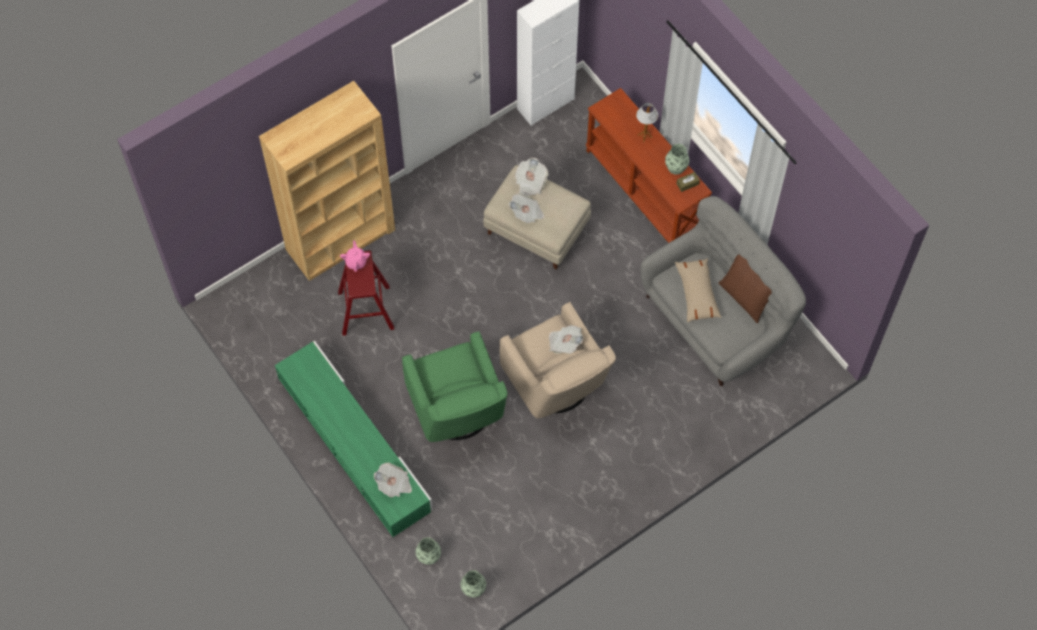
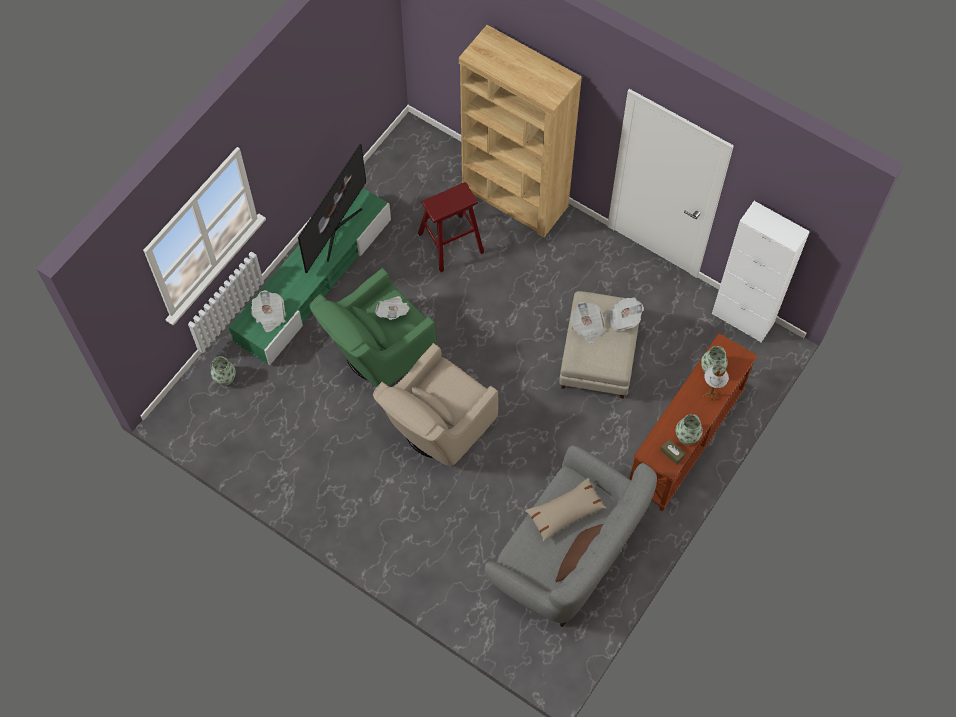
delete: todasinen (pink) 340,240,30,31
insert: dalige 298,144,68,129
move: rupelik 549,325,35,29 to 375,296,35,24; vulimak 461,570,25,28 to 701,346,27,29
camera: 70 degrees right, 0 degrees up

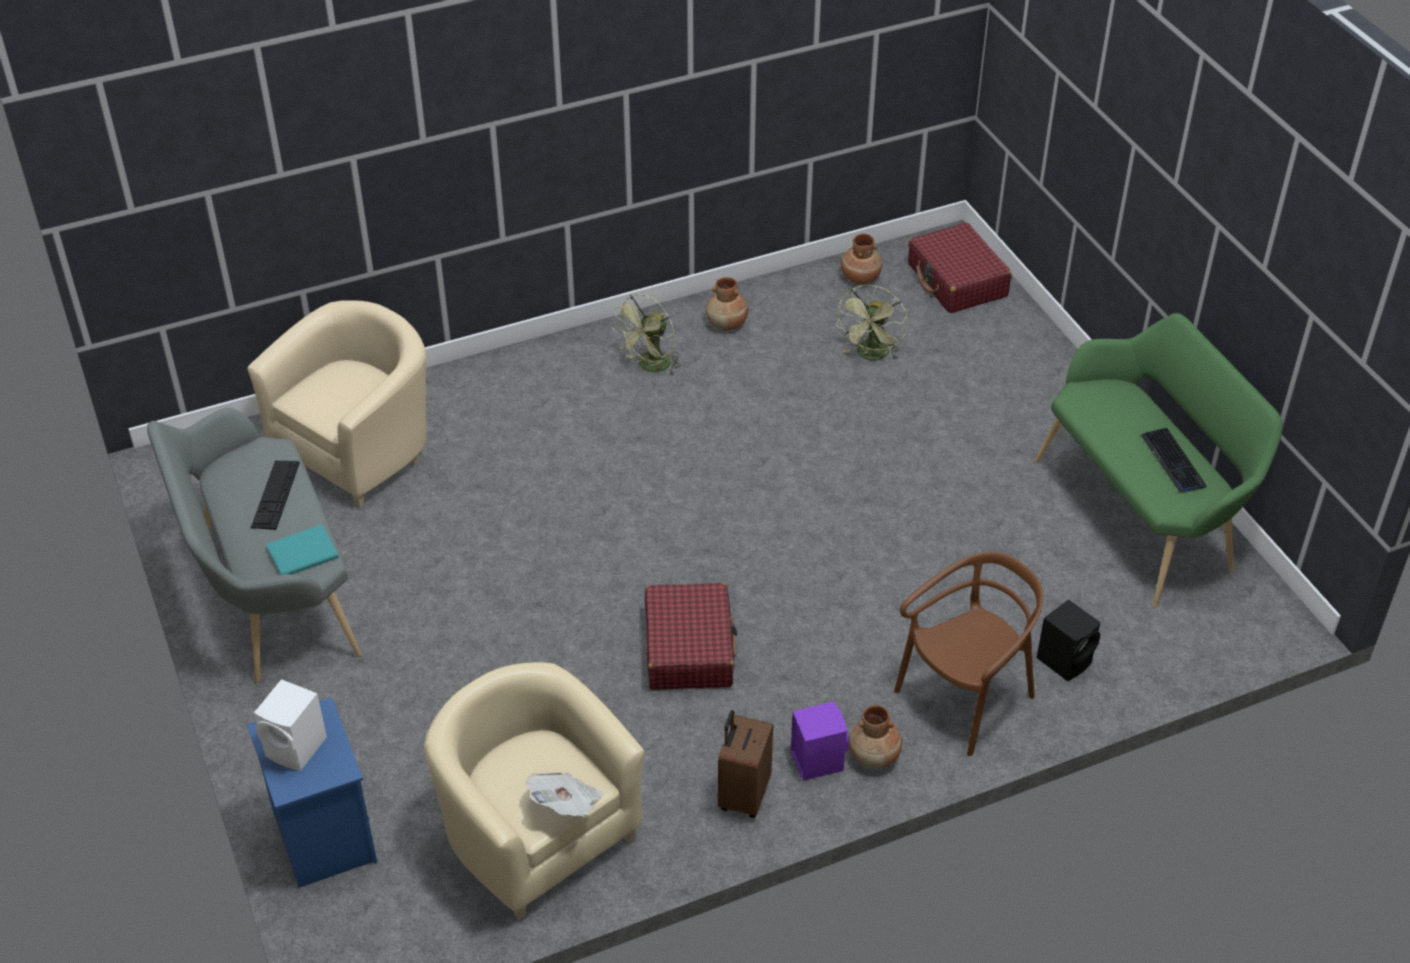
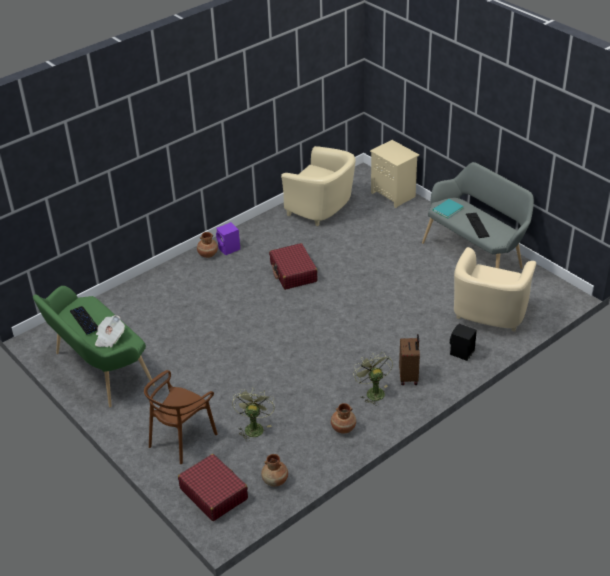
delete: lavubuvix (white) 254,679,73,92
move: rupelik 526,772,77,44 to 95,315,30,32; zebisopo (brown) 894,552,149,204 to 144,370,74,94; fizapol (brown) 718,710,55,108 to 399,334,21,51; lavubuvix (black) 1037,599,63,82 to 450,324,27,37
recolor: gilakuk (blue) 247,697,130,191 to gilakuk (beige) 370,140,49,68
rotate: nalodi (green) 612,294,69,81 = 353,352,40,52 45 degrees counterclockwise
camera: 165 degrees right, 5 degrees down

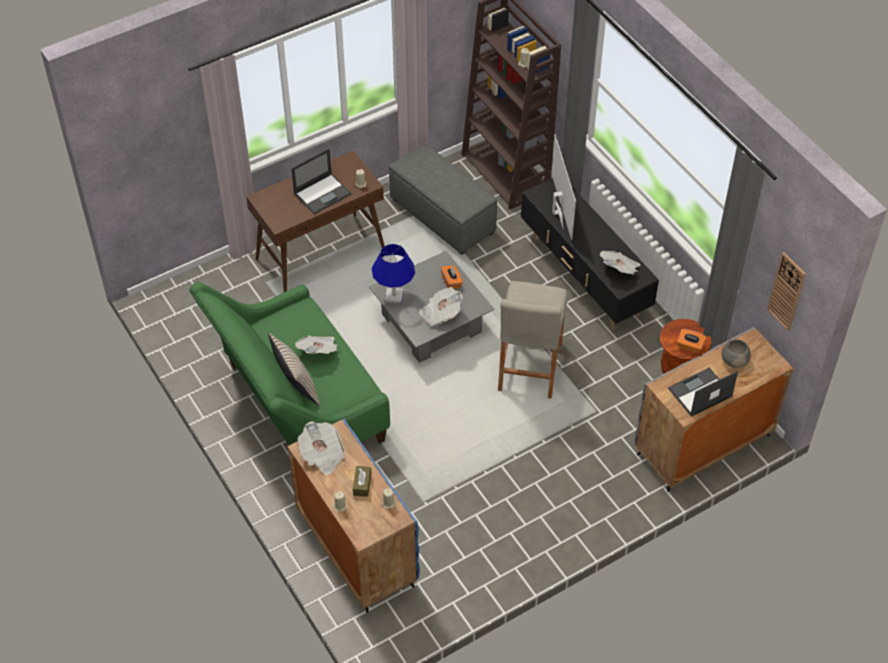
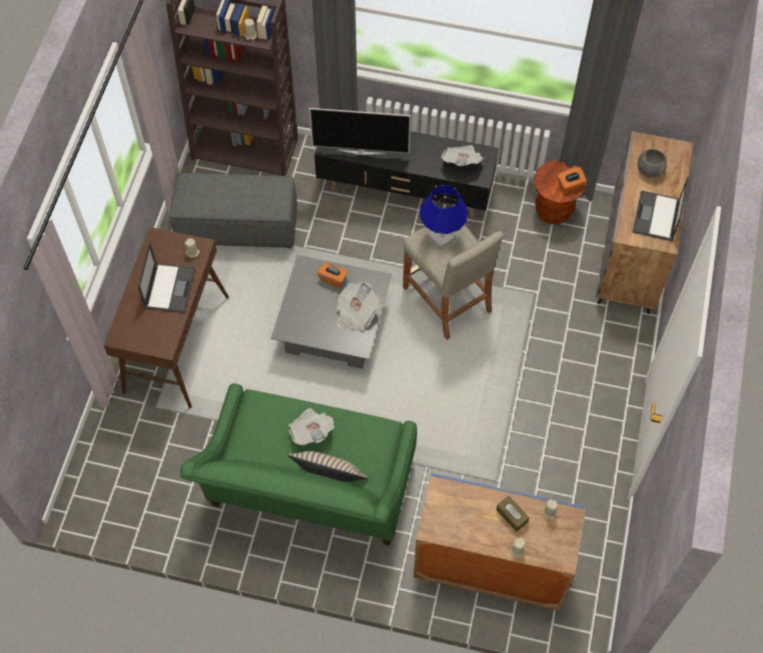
delete: rupelik 298,421,48,54; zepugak 767,252,39,79
move: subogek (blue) 372,244,43,60 to 420,185,48,63
rotate: dalige 551,134,25,106 = 309,108,102,47 150 degrees clockwise
camera: 45 degrees left, 10 degrees up

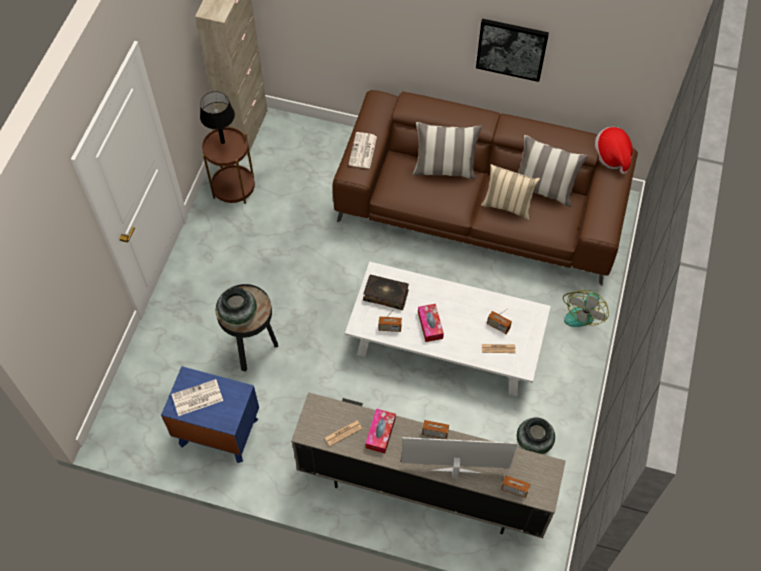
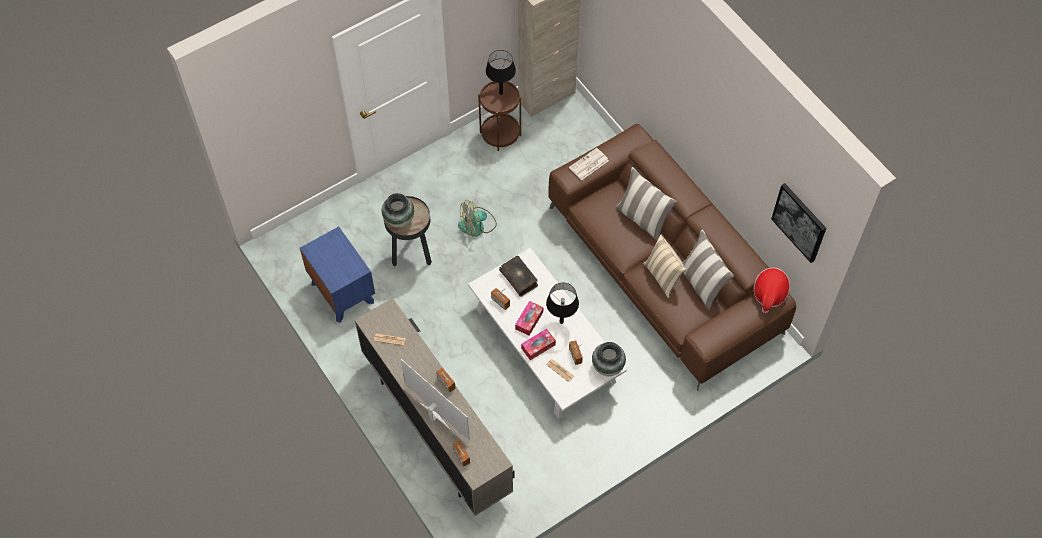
delete: rupelik 171,379,52,37
insert: subogek (black) 546,283,33,41
move: nalodi 563,290,46,37 to 458,200,39,36; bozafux 365,409,31,44 to 521,329,35,31; vulimak 517,417,38,38 to 592,342,34,34; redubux 476,19,73,63 to 771,183,55,80
camera: 40 degrees right, 0 degrees up

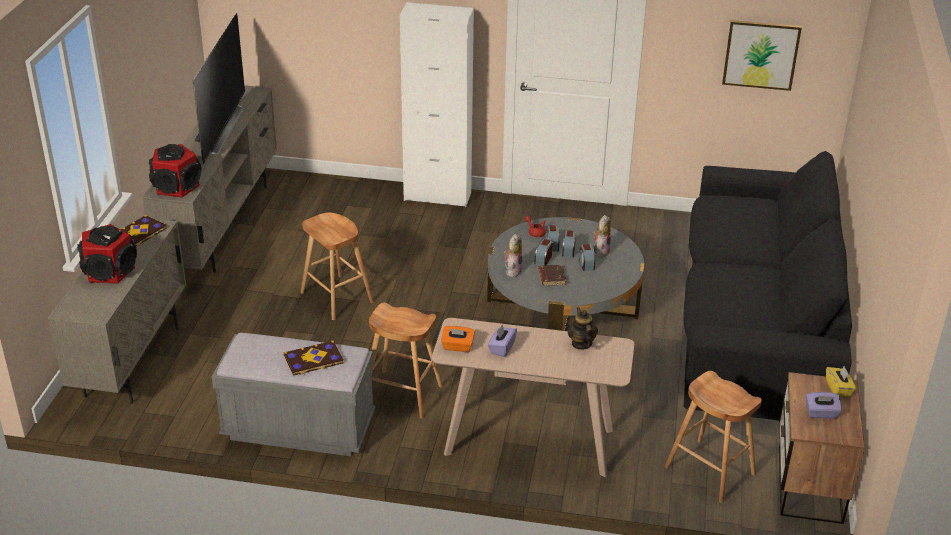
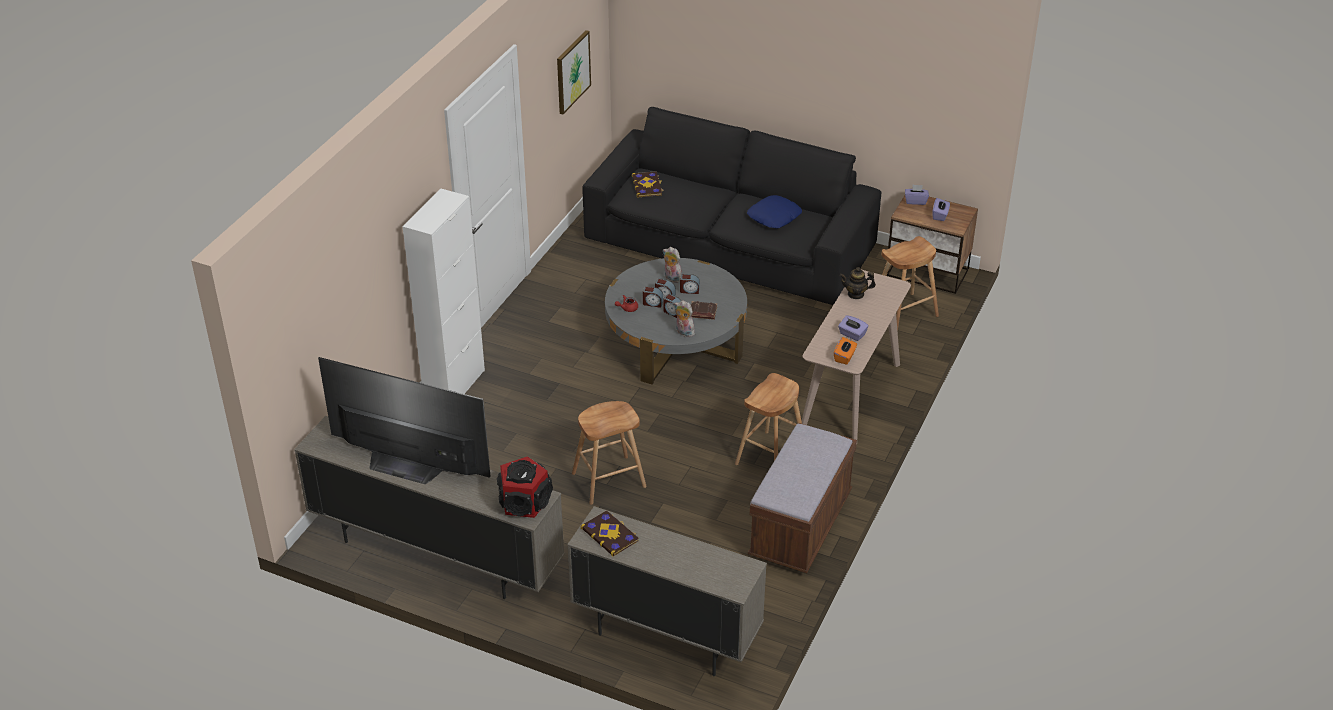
delete: lavubuvix 77,224,60,60
insert: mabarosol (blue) 747,195,55,34
move: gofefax 284,341,60,35 to 632,171,32,26
recolor: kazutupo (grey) 212,333,163,123 to kazutupo (brown) 748,423,109,150; bozafux (yellow) 826,366,30,32 to bozafux (purple) 905,185,24,20
camera: 75 degrees left, 5 degrees up

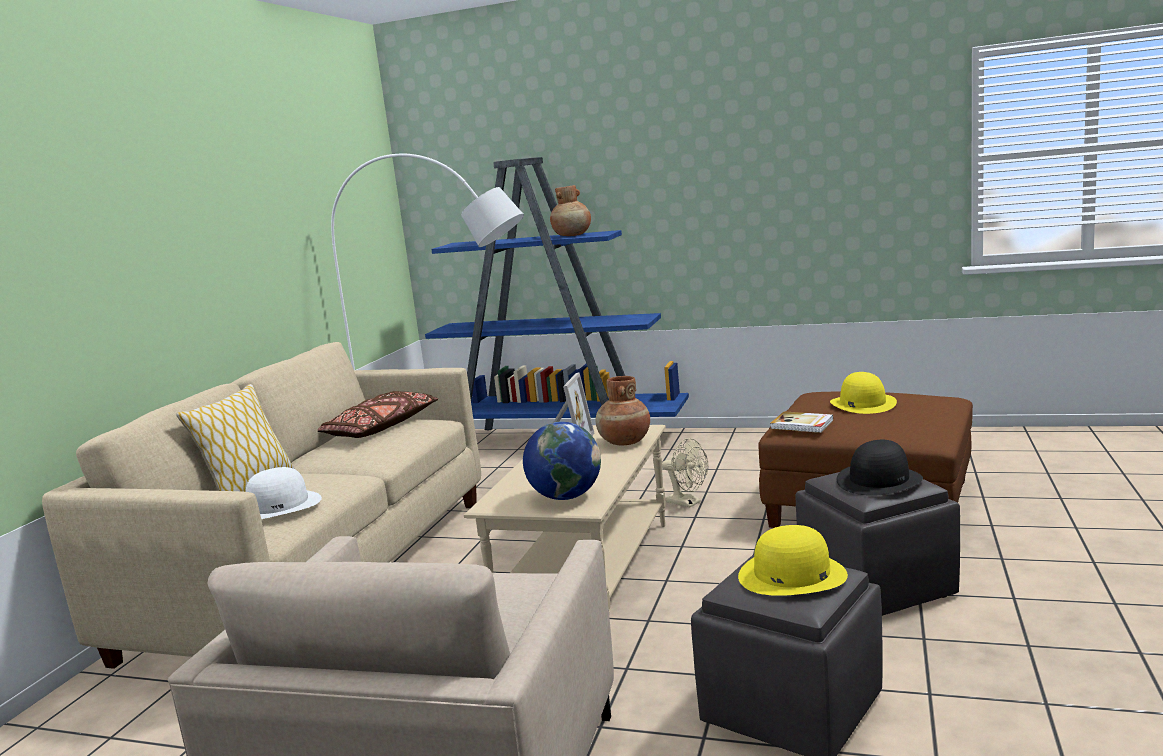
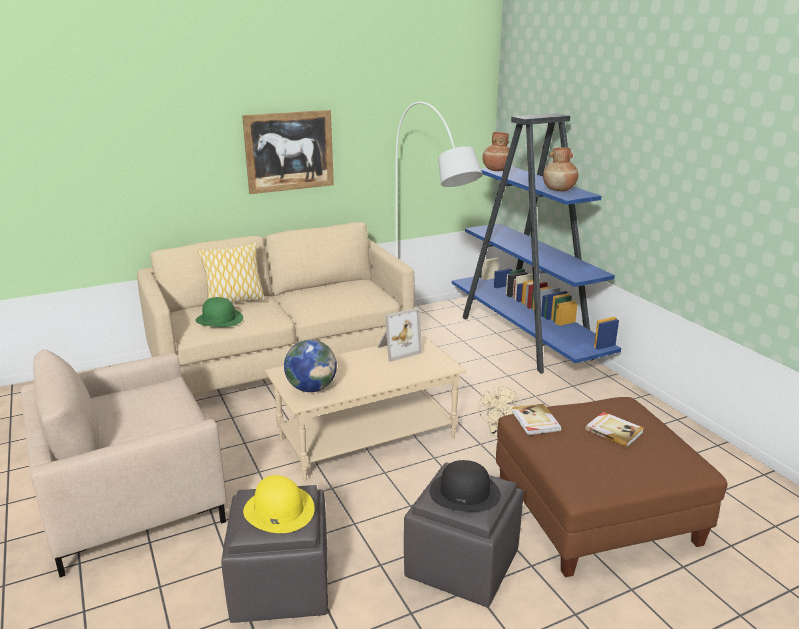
delete: mabarosol (brown) 318,391,120,47
insert: redubux 242,110,92,84
move: vulimak (brown) 595,376,55,69 to 482,132,28,39
replace: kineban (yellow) 830,372,67,42 to gofefax 585,412,59,35
recolor: kineban (white) 246,467,76,52 to kineban (green) 195,297,48,30
camera: 45 degrees right, 10 degrees up

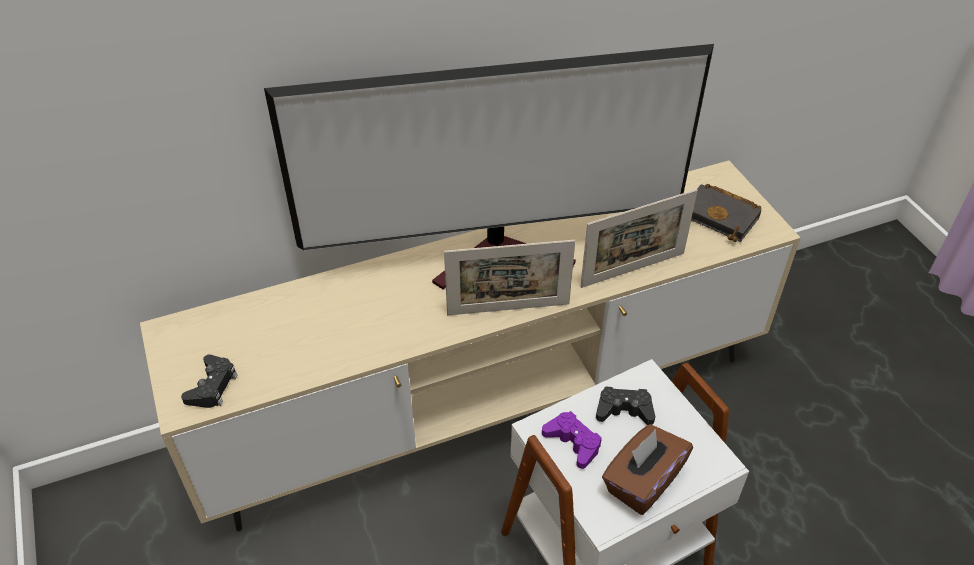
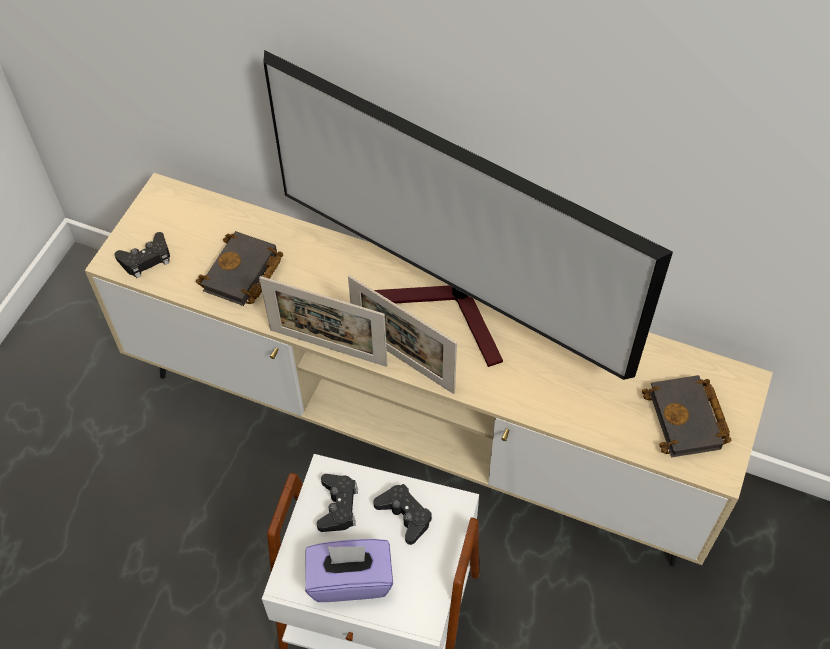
insert: gofefax (black) 196,231,88,75
move: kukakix 580,189,118,99 to 259,276,128,91
recolor: bozafux (brown) 602,424,91,91 to bozafux (purple) 305,539,88,63; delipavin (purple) 542,411,60,58 to delipavin (black) 317,474,41,58
camera: 45 degrees right, 10 degrees up

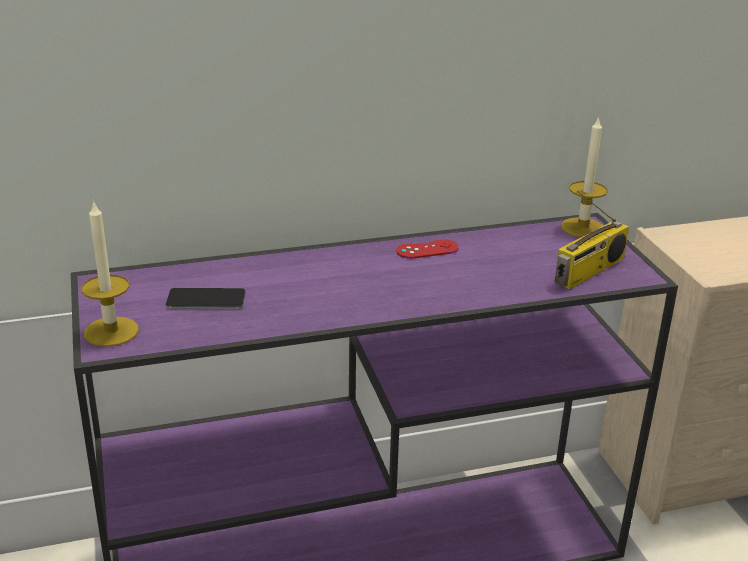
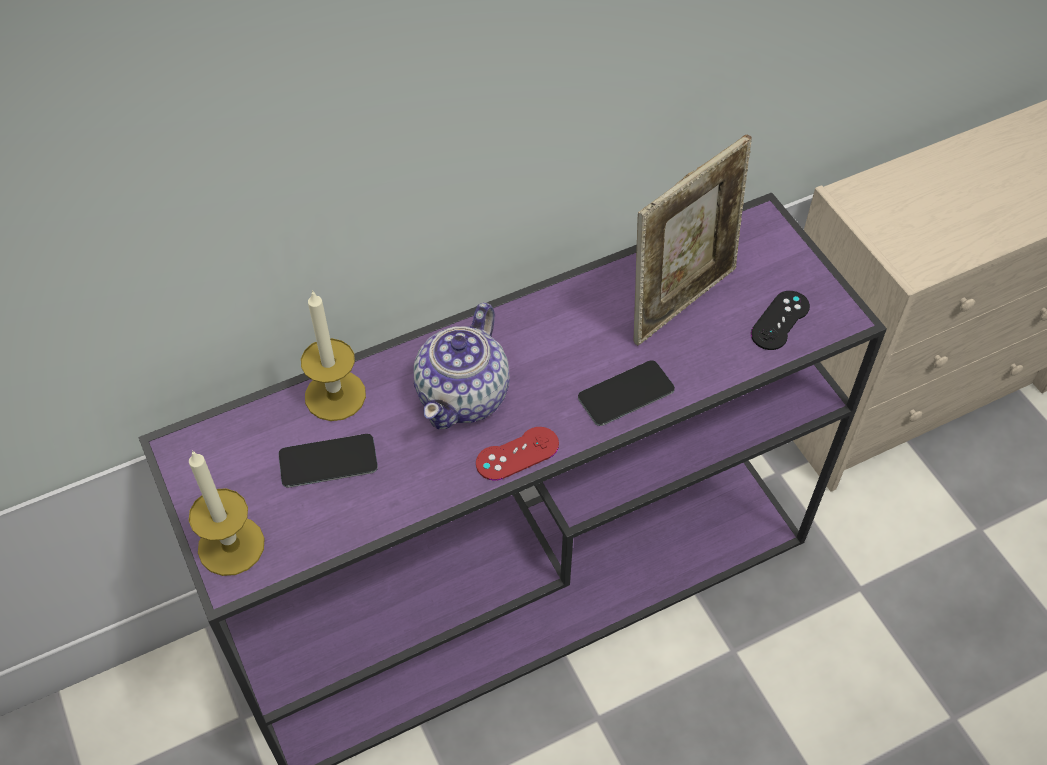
insert: todasinen 414,303,96,126; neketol 578,360,97,66; kukakix 633,134,119,212
move: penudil 561,116,47,122 to 301,290,65,131; delipavin (red) 396,239,63,20 to 476,427,83,54
replace: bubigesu 554,190,75,99 to delipavin (black) 751,291,59,59
camera: 10 degrees left, 25 degrees up

